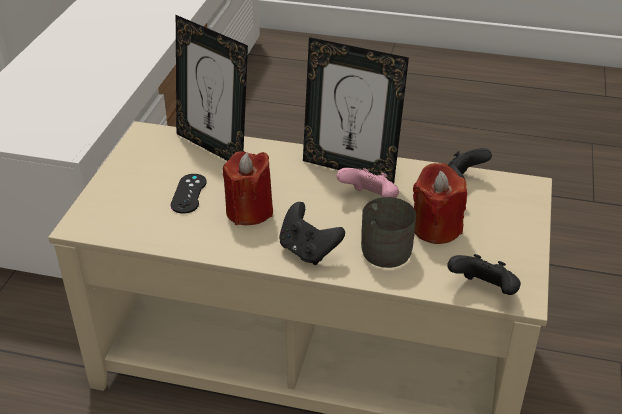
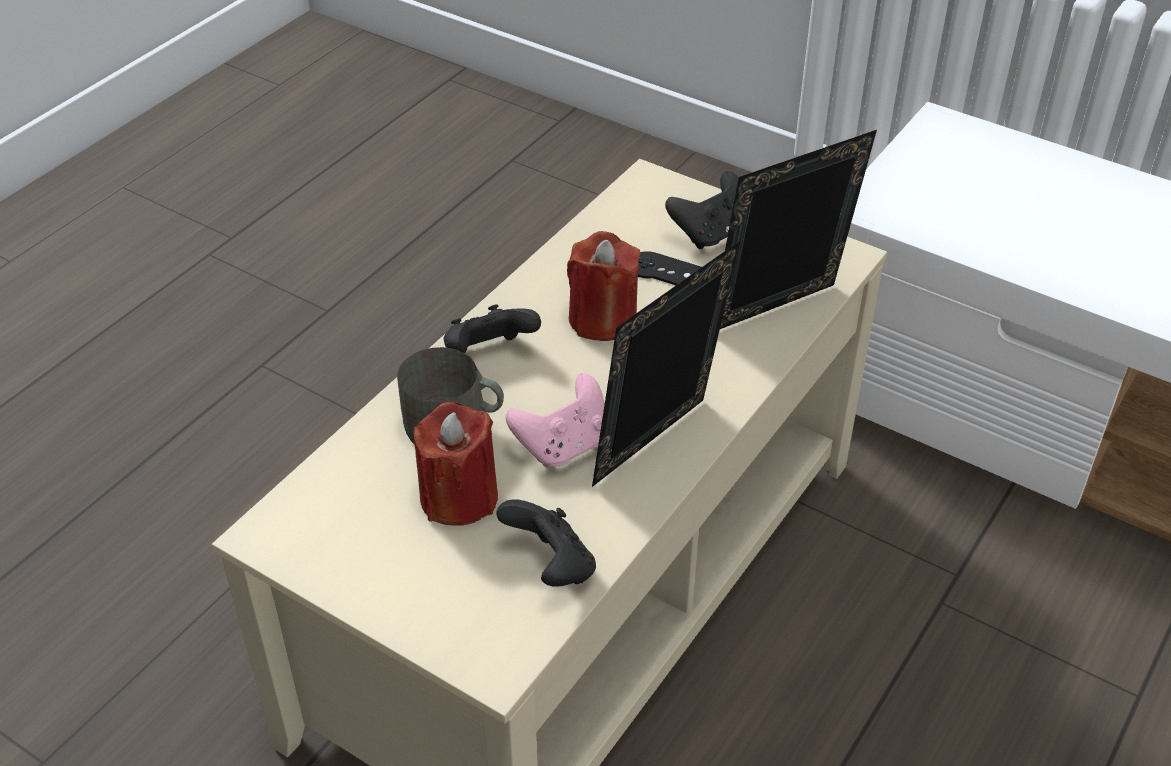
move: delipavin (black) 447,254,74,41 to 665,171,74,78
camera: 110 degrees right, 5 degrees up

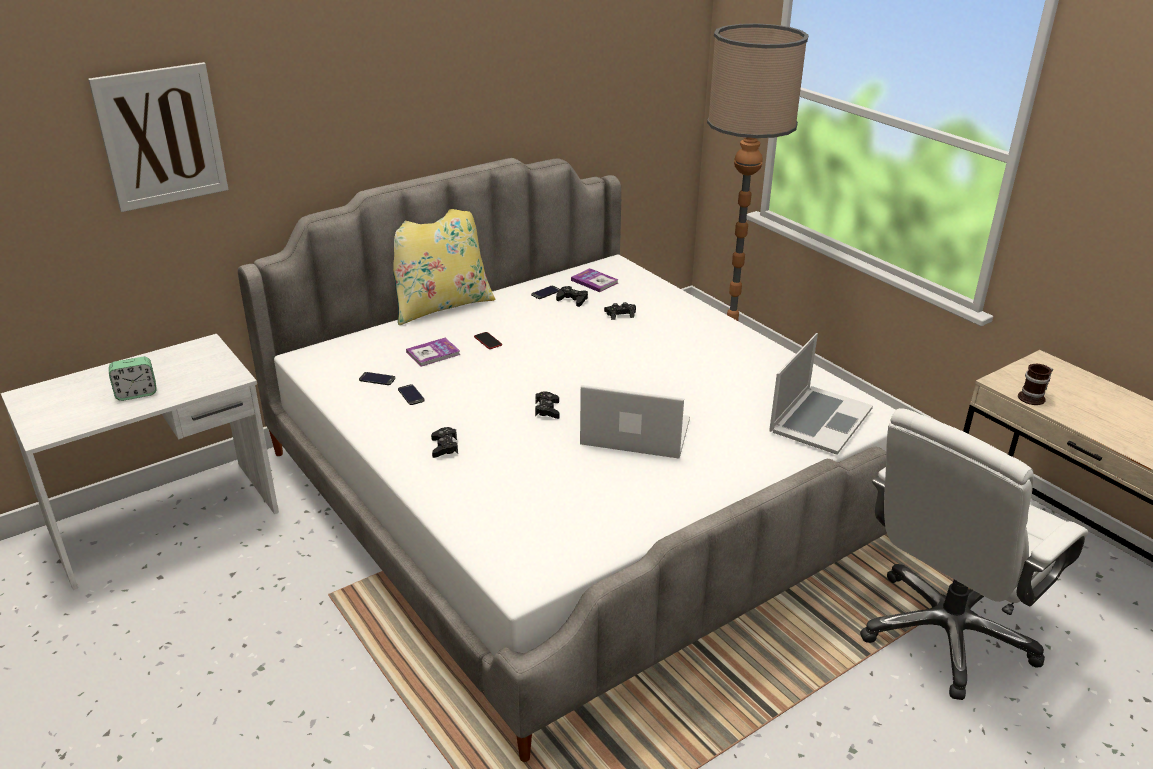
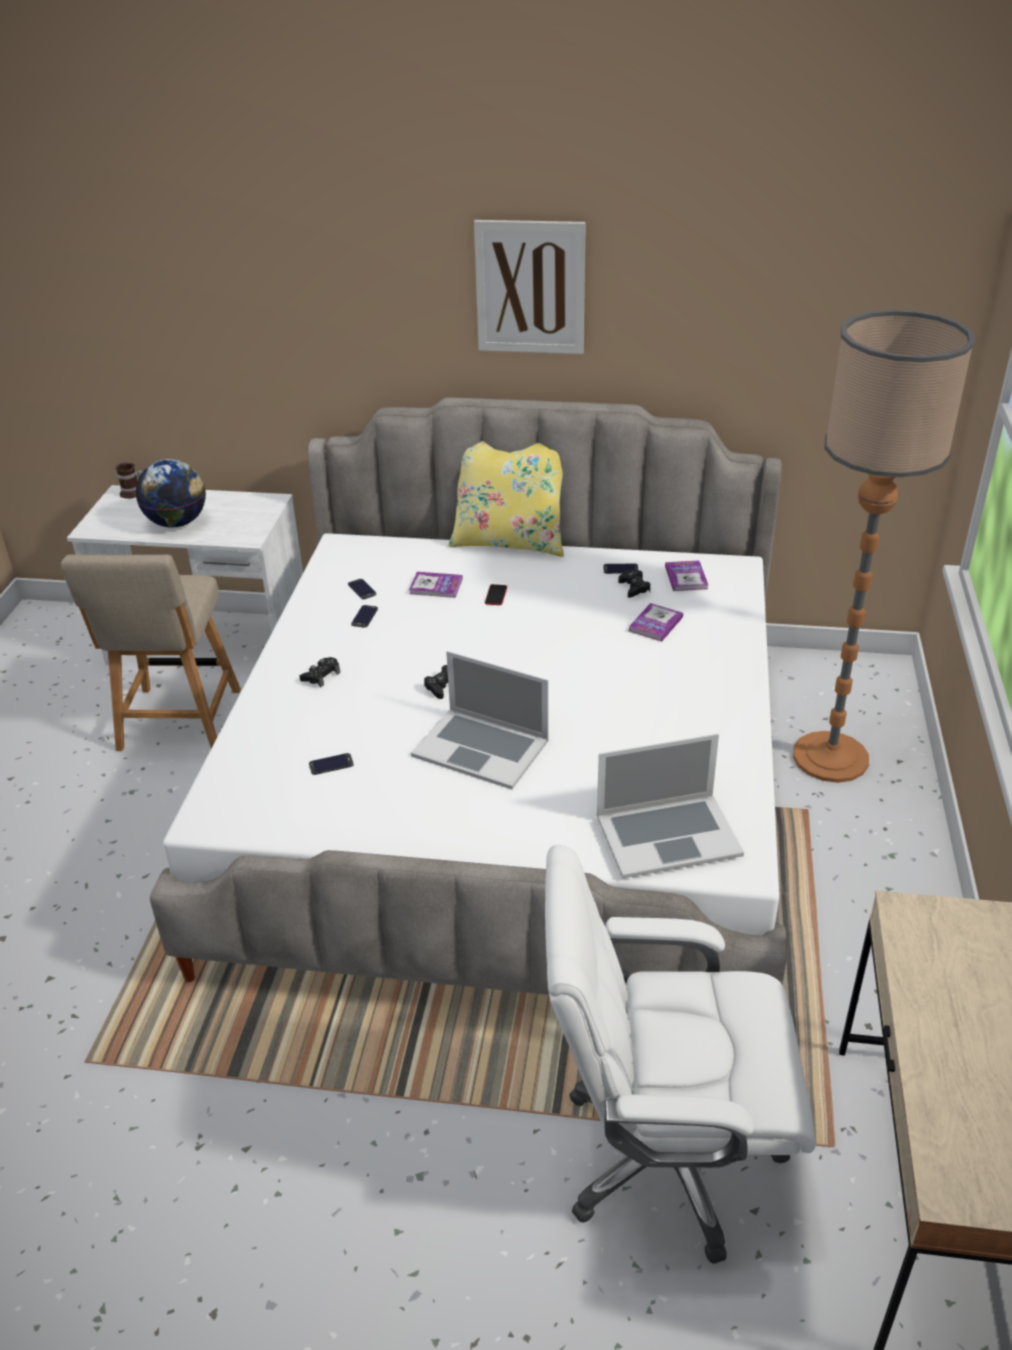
insert: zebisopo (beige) 61,555,180,196; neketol 309,753,45,22
move: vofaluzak 1018,364,35,41 to 116,463,27,36; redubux 88,62,140,150 to 474,220,112,134
replace: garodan 109,357,48,44 to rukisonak 136,459,70,69; delipavin (black) 604,302,32,18 to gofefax 629,603,54,39
rotate: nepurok 580,385,110,74 = 411,651,138,138 150 degrees clockwise
camera: 45 degrees right, 5 degrees up

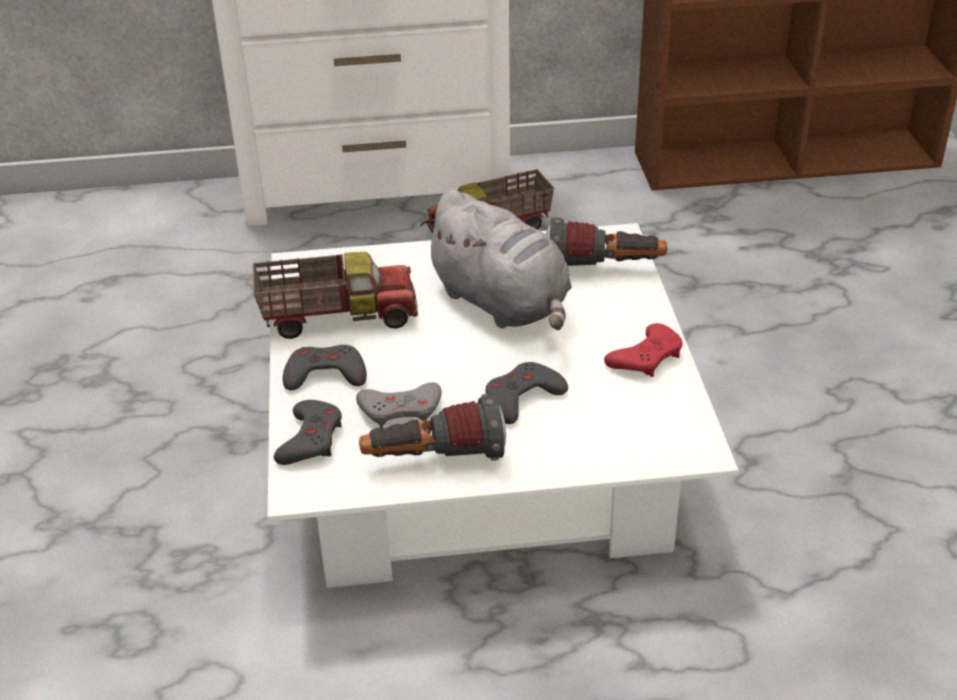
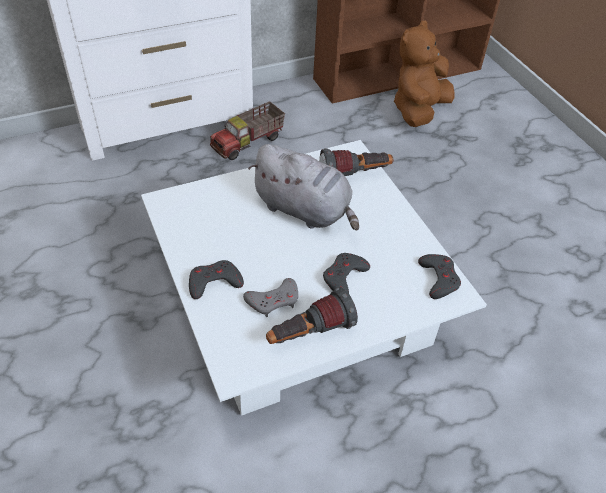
delete: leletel 253,252,165,87; delipavin (red) 604,323,79,54
insert: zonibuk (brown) 394,21,61,106
move: delipavin (grey) 274,400,68,65 to 418,254,43,45
camera: 20 degrees left, 10 degrees up

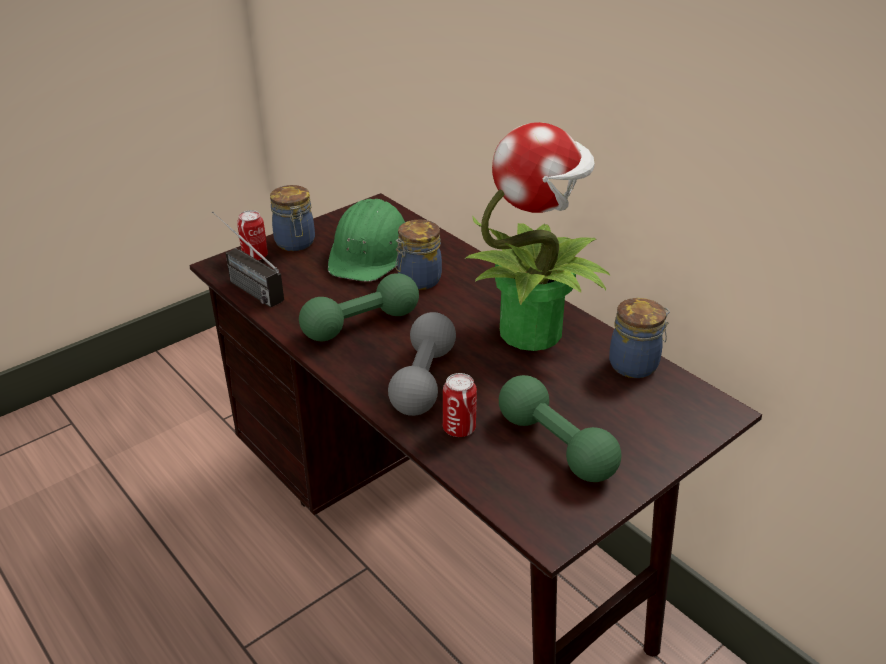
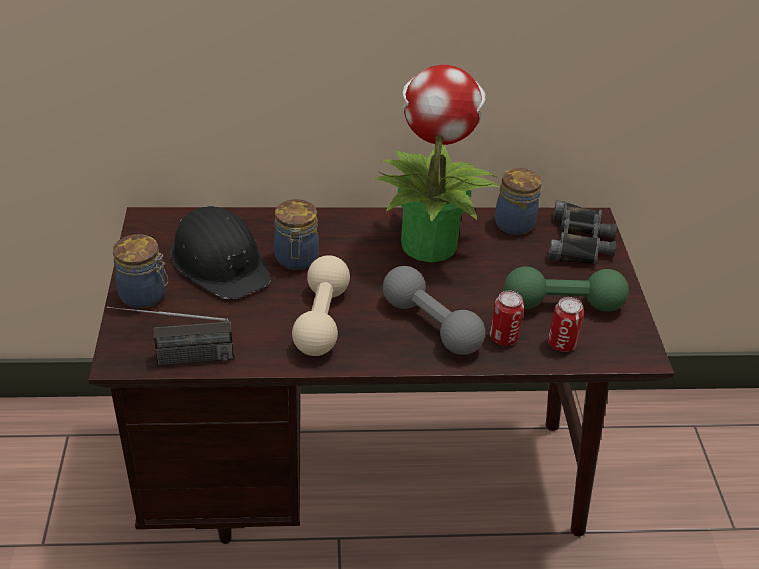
insert: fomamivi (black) 548,200,69,64
move: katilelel 237,210,31,51 to 548,297,36,55
recolor: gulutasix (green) 328,199,77,82 to gulutasix (black) 171,206,100,93; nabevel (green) 299,273,120,68 to nabevel (beige) 292,255,58,101
camera: 55 degrees left, 5 degrees up

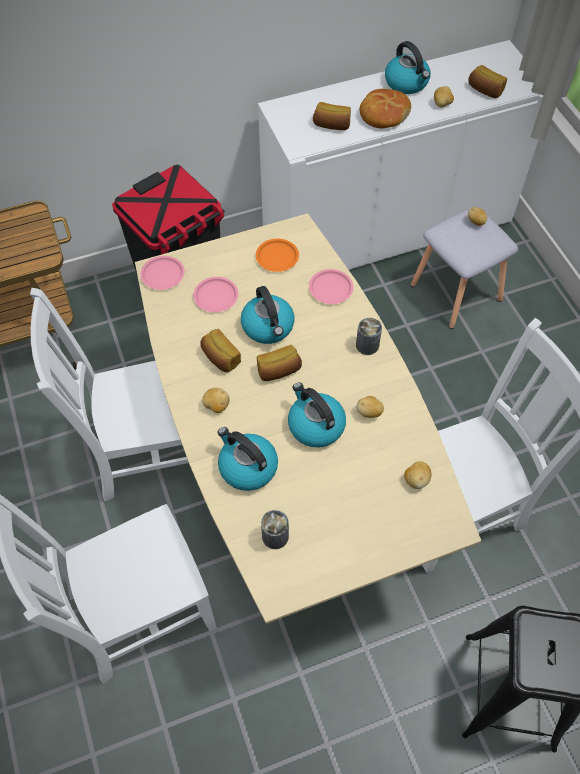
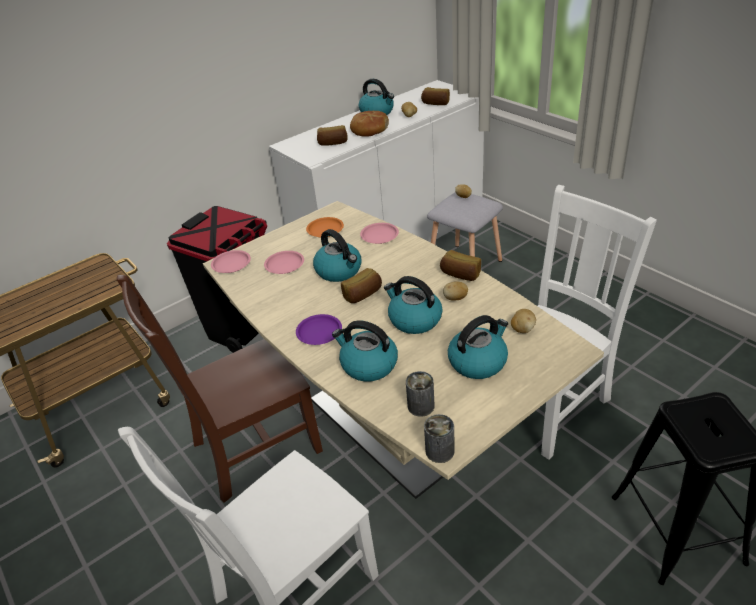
insert: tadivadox 448,315,60,64
move: katilelel 356,318,26,37 to 424,414,31,49; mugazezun 200,329,41,43 to 440,250,41,31
replace: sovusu 202,388,28,25 to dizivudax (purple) 296,314,46,31
recolor: zebisopo (white) 30,288,159,213 to zebisopo (brown) 117,275,206,228
camera: 15 degrees left, 20 degrees down

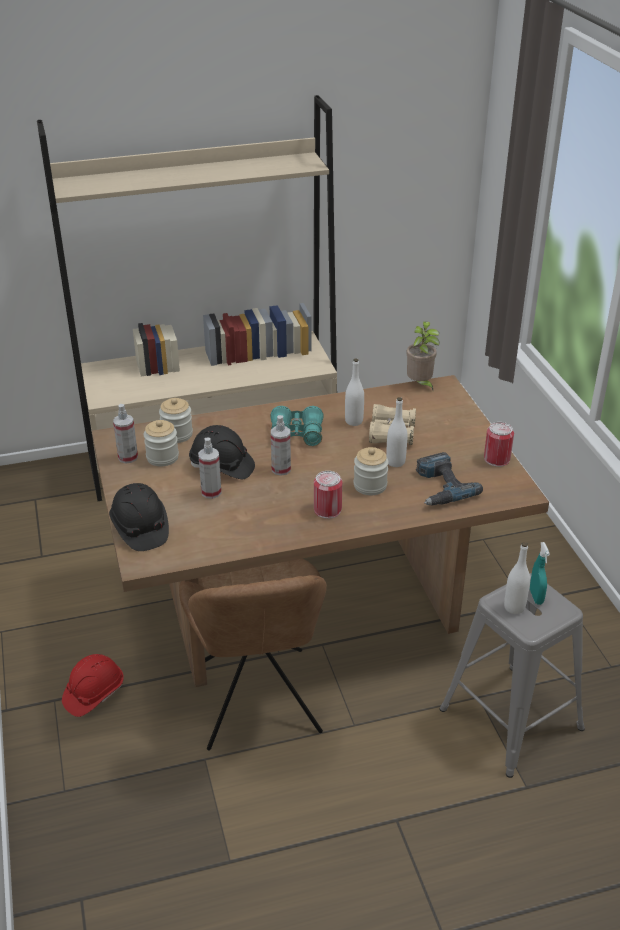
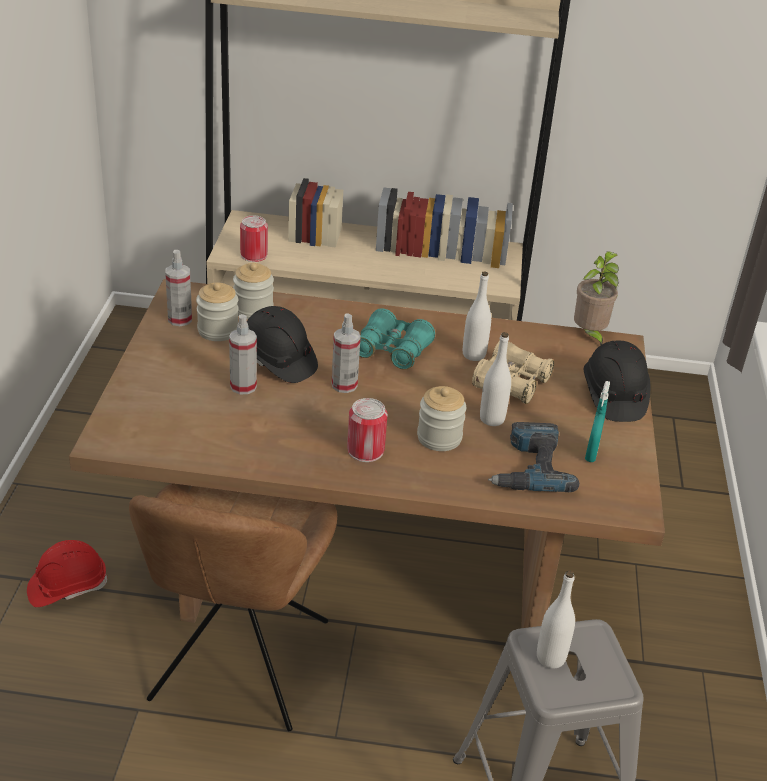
move: katilelel 484,422,30,45 to 240,216,28,46; gulutasix (black) 109,483,60,68 to 584,340,66,82; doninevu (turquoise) 530,542,20,63 to 585,381,25,81
camera: 20 degrees right, 0 degrees up

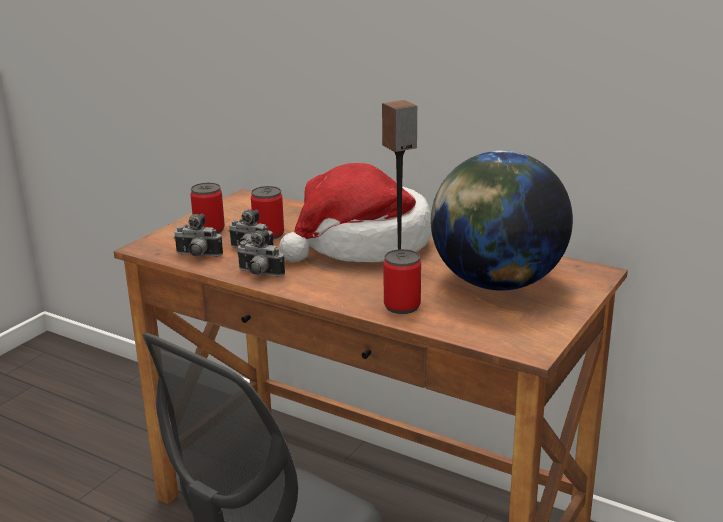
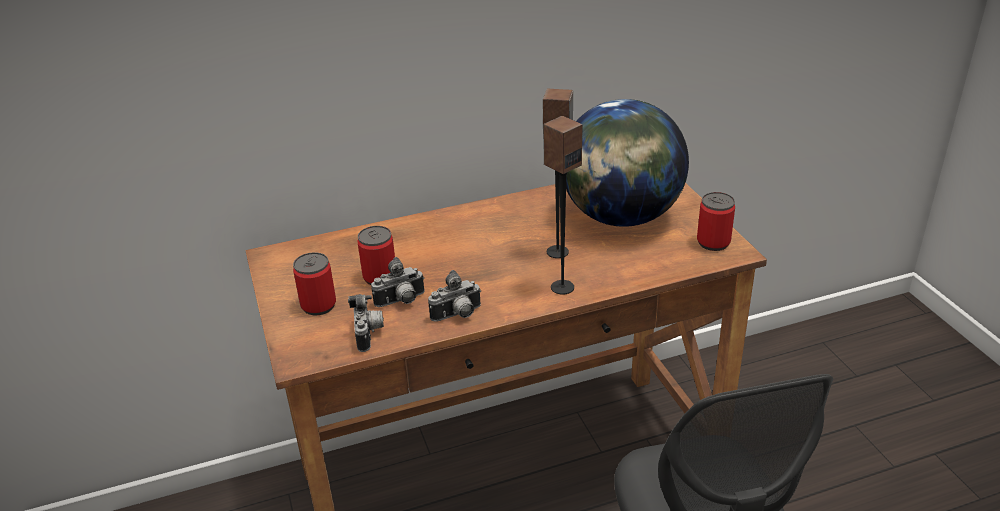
delete: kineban 279,163,153,99
insert: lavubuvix 543,116,40,179
move: katilelel 383,249,38,65 to 697,192,38,59
rotate: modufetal 174,214,49,43 = 348,294,36,58 60 degrees counterclockwise
camera: 50 degrees left, 10 degrees up

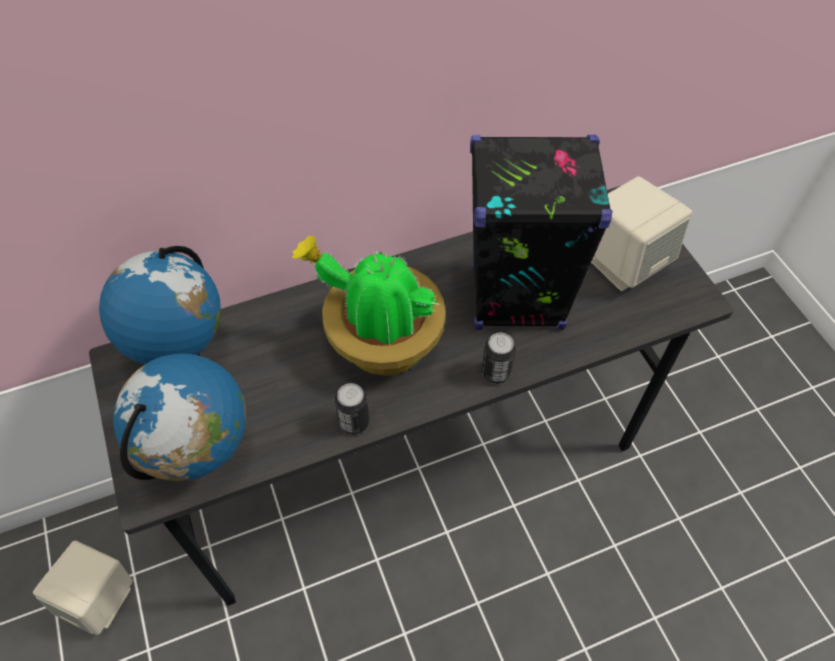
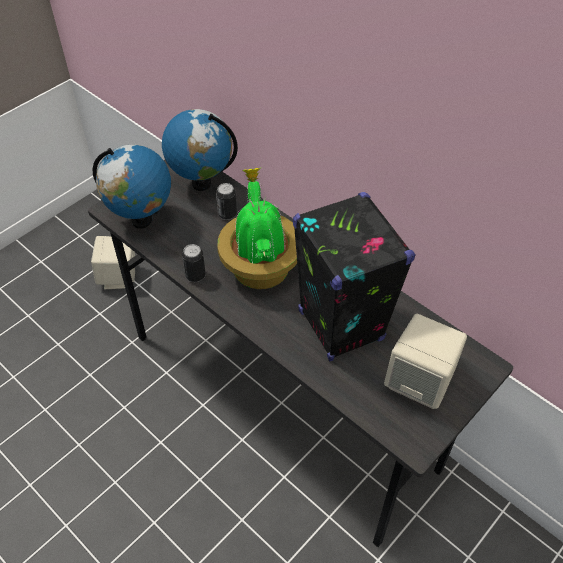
move: katilelel 482,332,34,52 to 216,183,21,37
camera: 65 degrees right, 5 degrees down

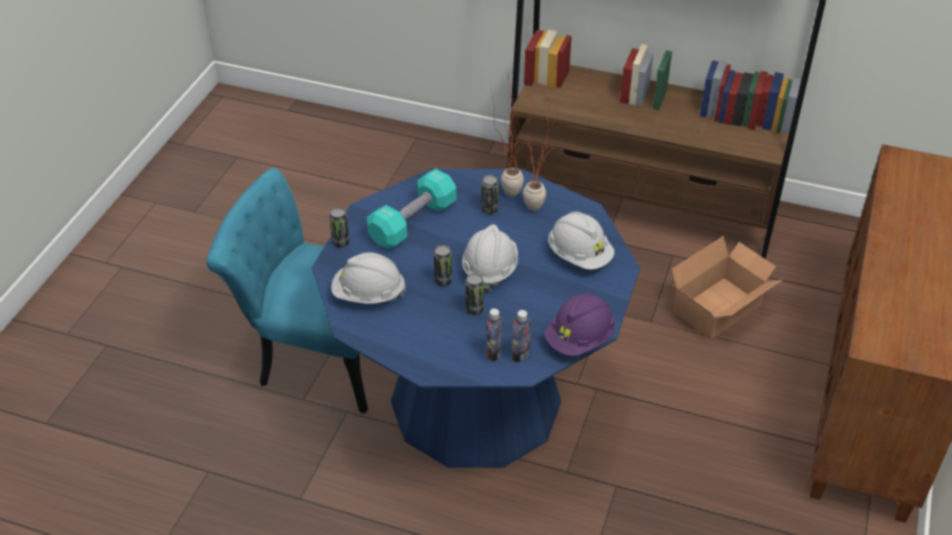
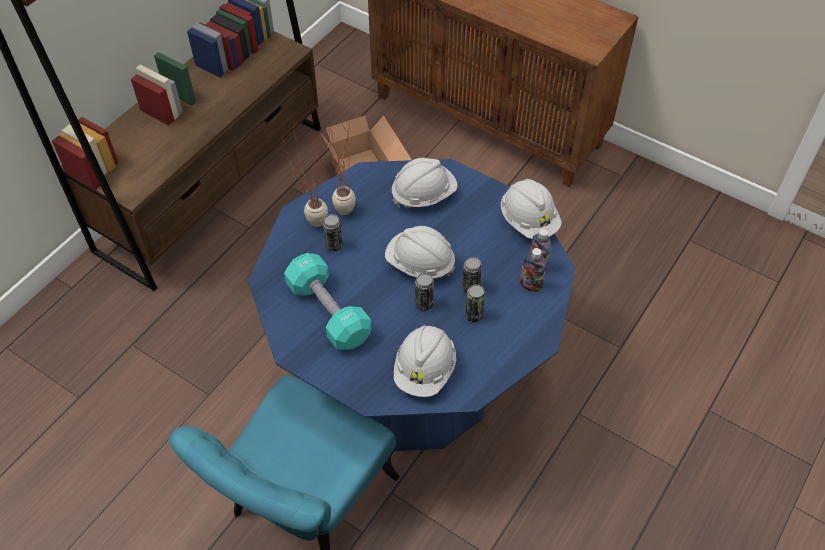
move: katilelel 329,207,21,41 to 465,284,20,38
recolor: gulutasix (purple) 545,293,70,63 to gulutasix (white) 501,179,61,60
camera: 75 degrees left, 10 degrees up

